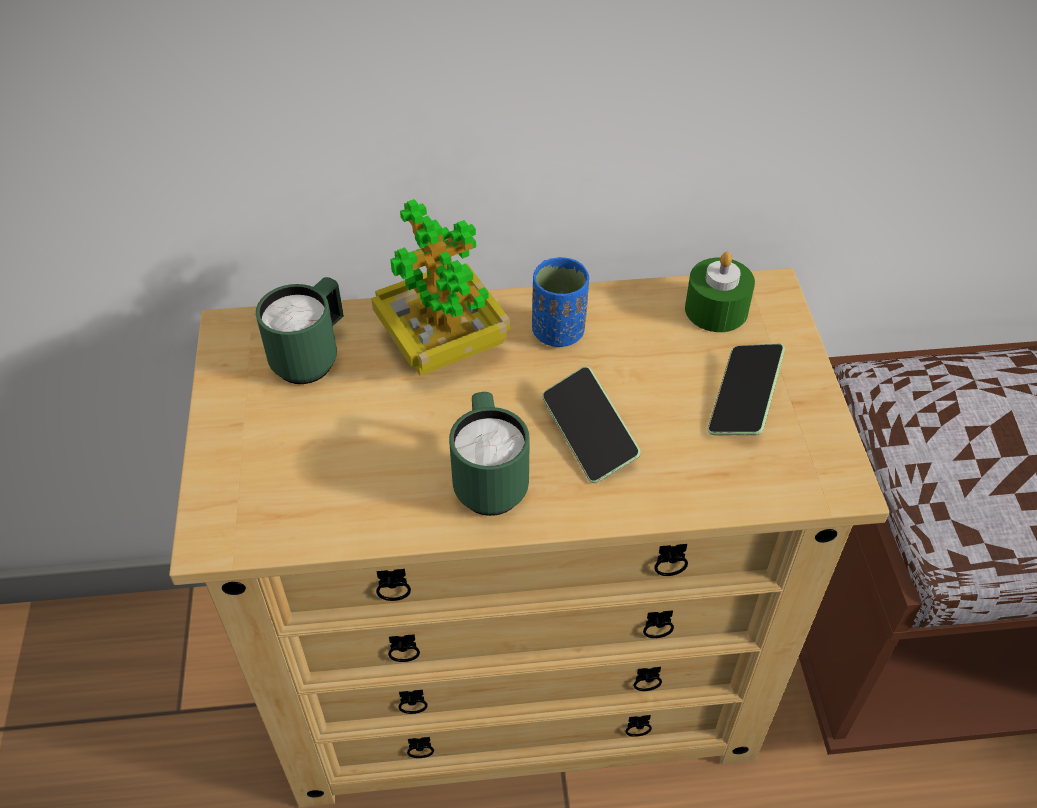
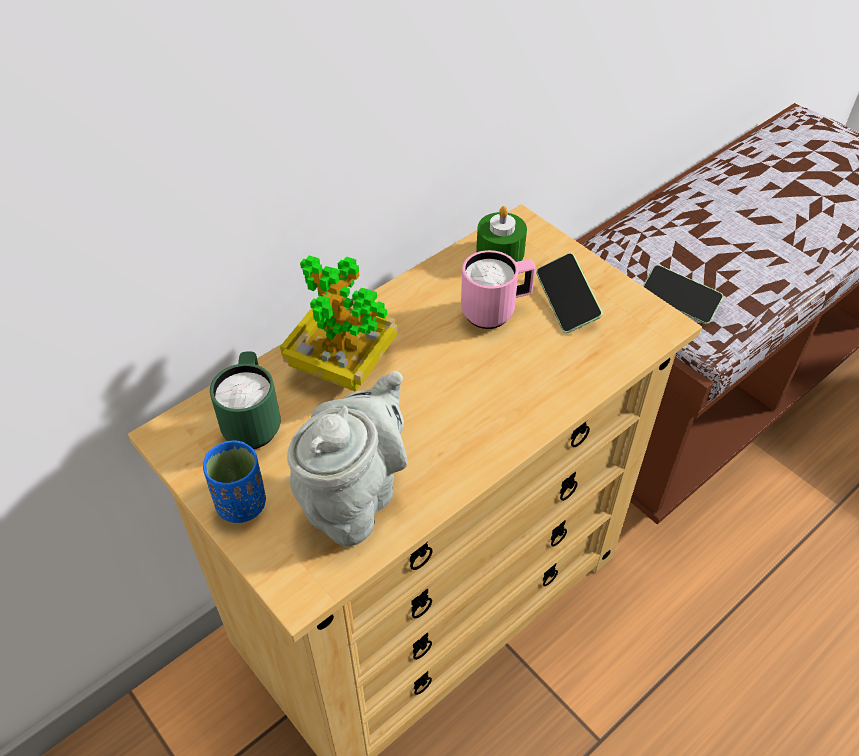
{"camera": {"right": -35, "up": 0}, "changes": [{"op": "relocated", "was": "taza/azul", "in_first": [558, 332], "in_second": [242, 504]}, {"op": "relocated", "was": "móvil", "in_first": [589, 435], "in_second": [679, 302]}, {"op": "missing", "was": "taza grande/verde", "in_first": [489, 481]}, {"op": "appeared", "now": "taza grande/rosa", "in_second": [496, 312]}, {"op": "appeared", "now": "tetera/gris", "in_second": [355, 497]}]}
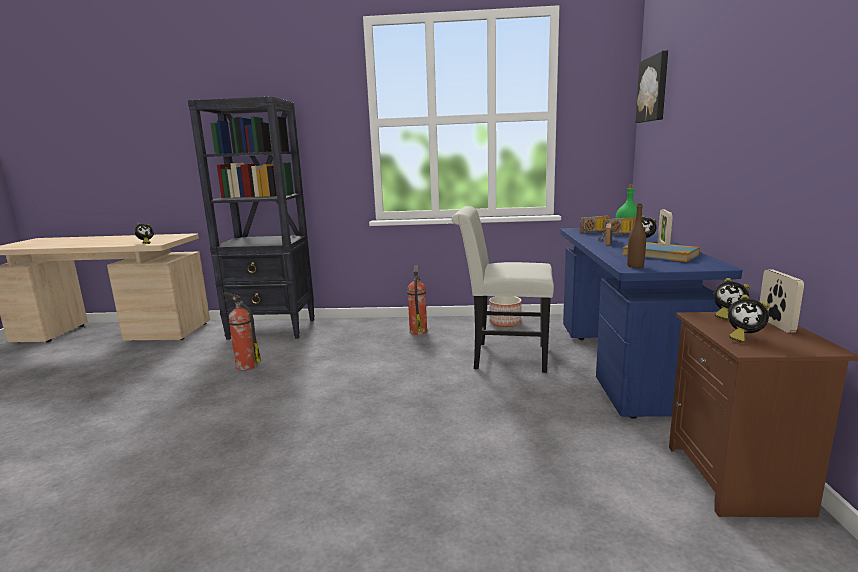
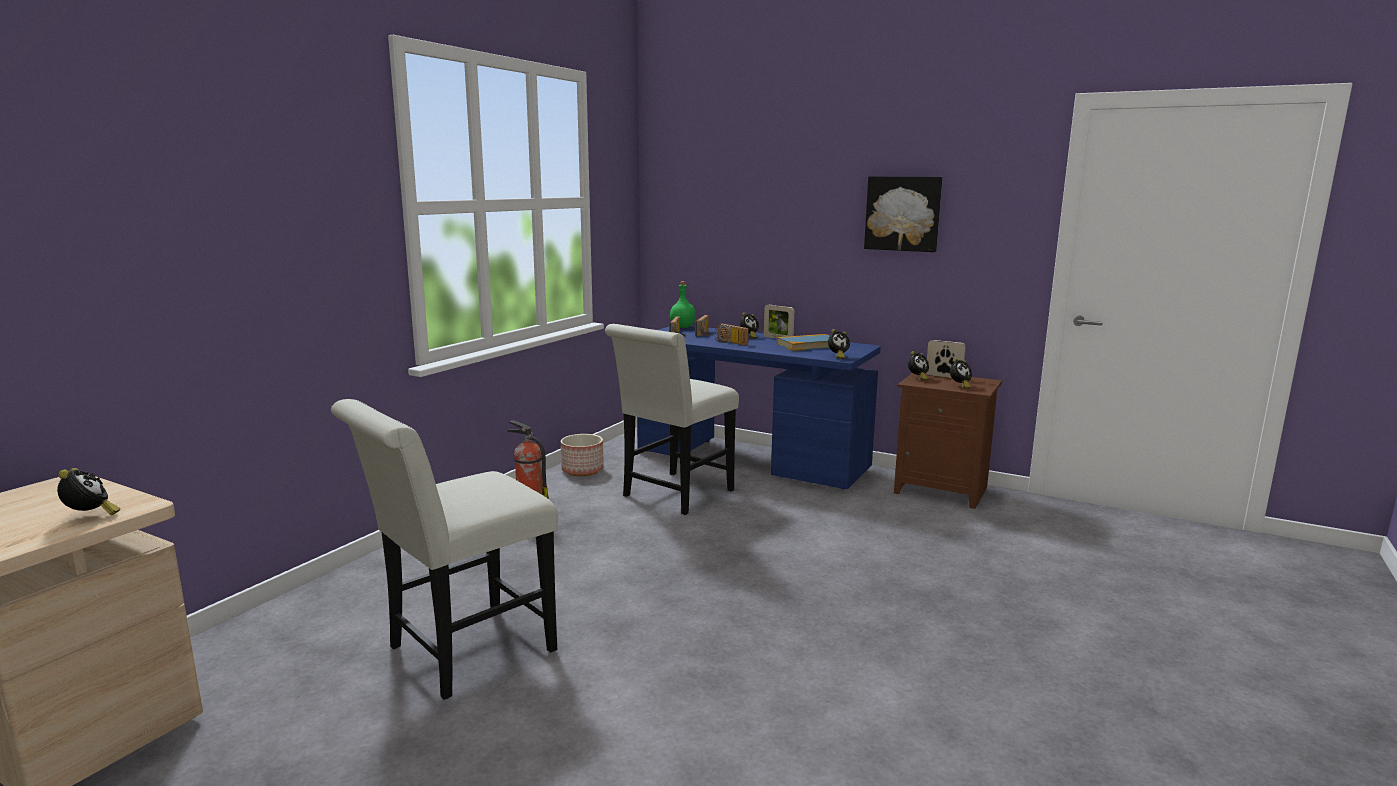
{"camera": {"right": -65, "up": 0}, "changes": [{"op": "relocated", "was": "cuadro", "in_first": [654, 89], "in_second": [903, 213]}, {"op": "missing", "was": "estantería/negro", "in_first": [273, 329]}, {"op": "exchanged", "was": "botella/marrón", "now": "despertador", "in_first": [635, 266], "in_second": [837, 357]}, {"op": "exchanged", "was": "extintor", "now": "silla/blanco", "in_first": [245, 366], "in_second": [461, 653]}]}
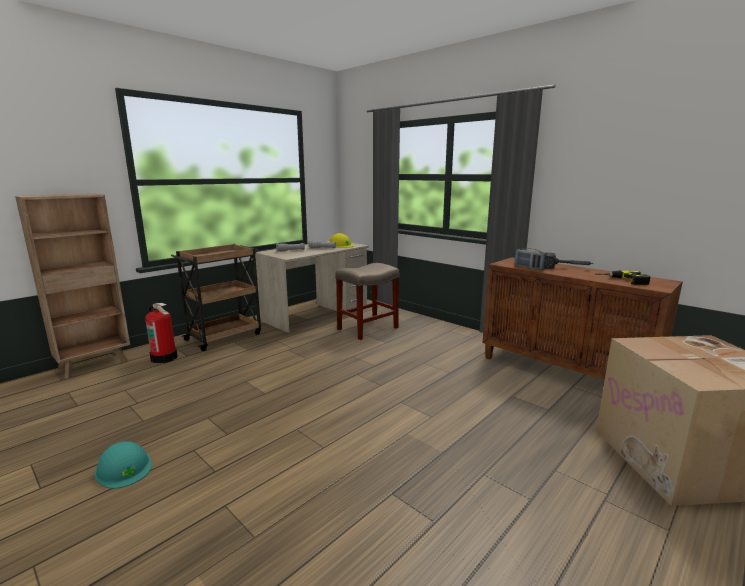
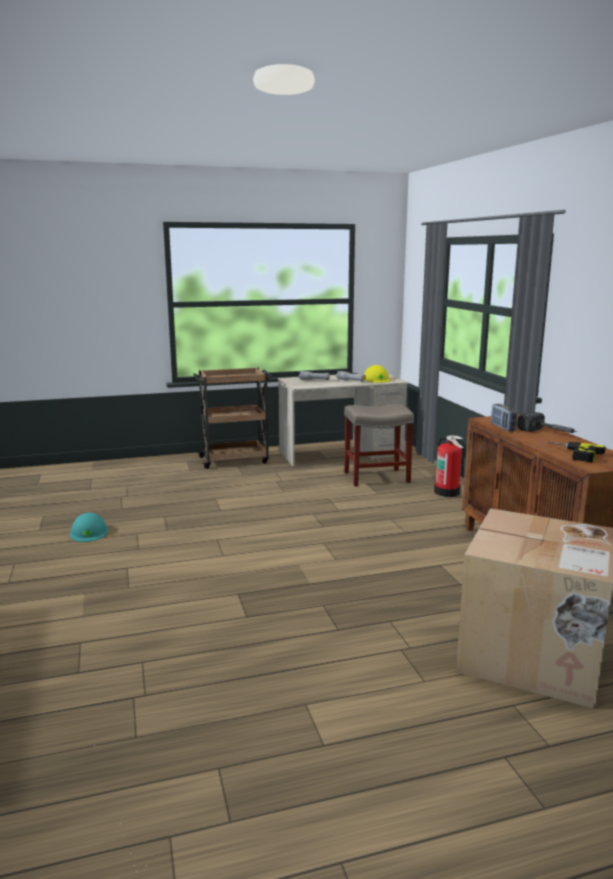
{"camera": {"right": 30, "up": 0}, "changes": [{"op": "missing", "was": "estantería/marrón", "in_first": [95, 364]}, {"op": "relocated", "was": "extintor", "in_first": [164, 358], "in_second": [447, 492]}]}
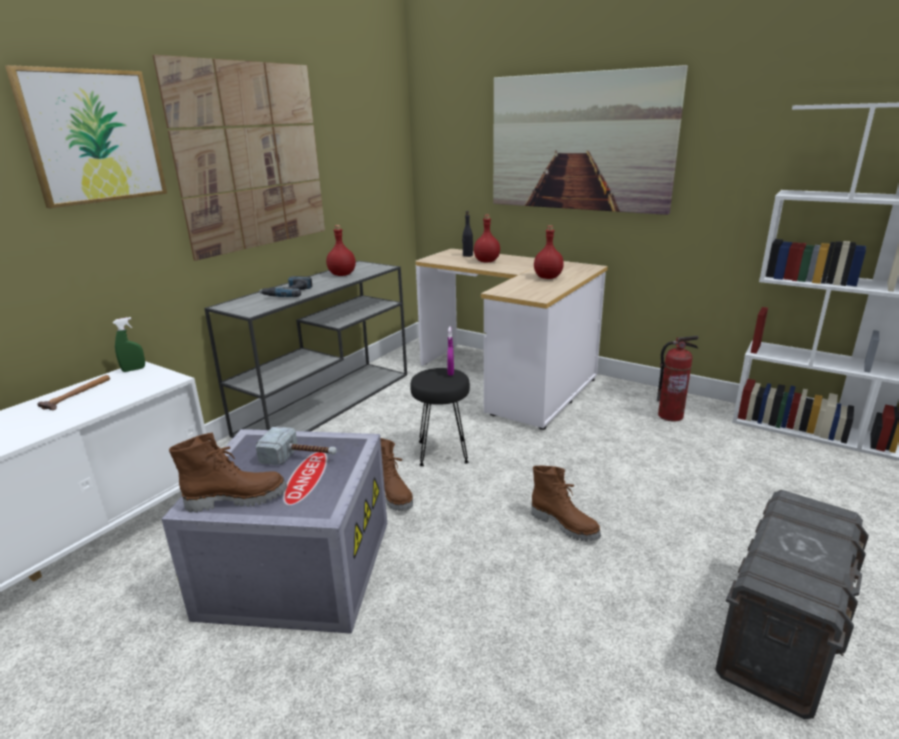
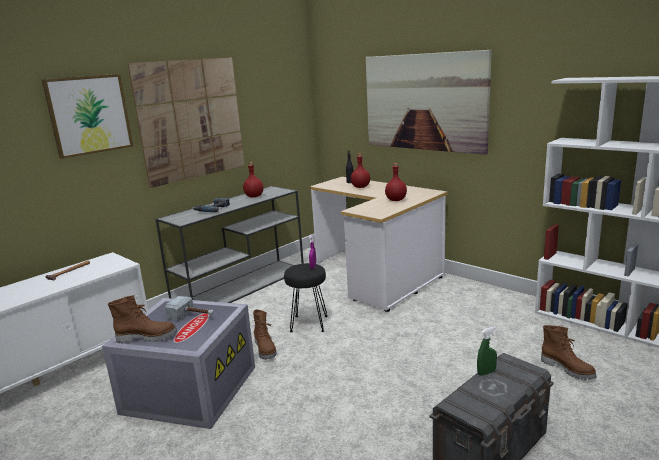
{"camera": {"right": 10, "up": -5}, "changes": [{"op": "relocated", "was": "pulverizador/verde", "in_first": [134, 369], "in_second": [486, 372]}, {"op": "missing", "was": "extintor", "in_first": [670, 415]}, {"op": "relocated", "was": "bota/marrón", "in_first": [565, 524], "in_second": [567, 369]}]}
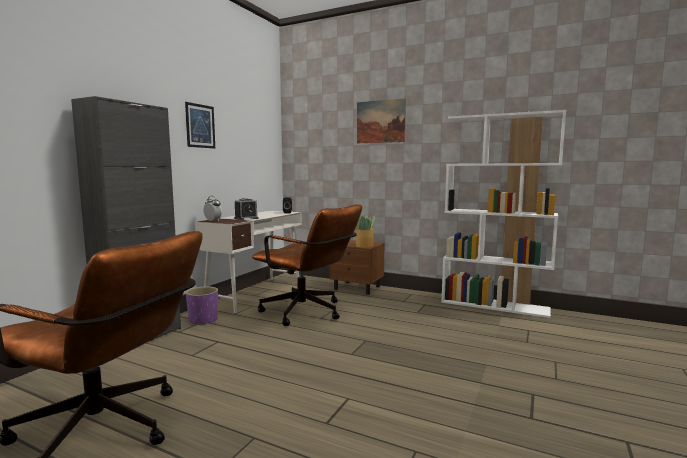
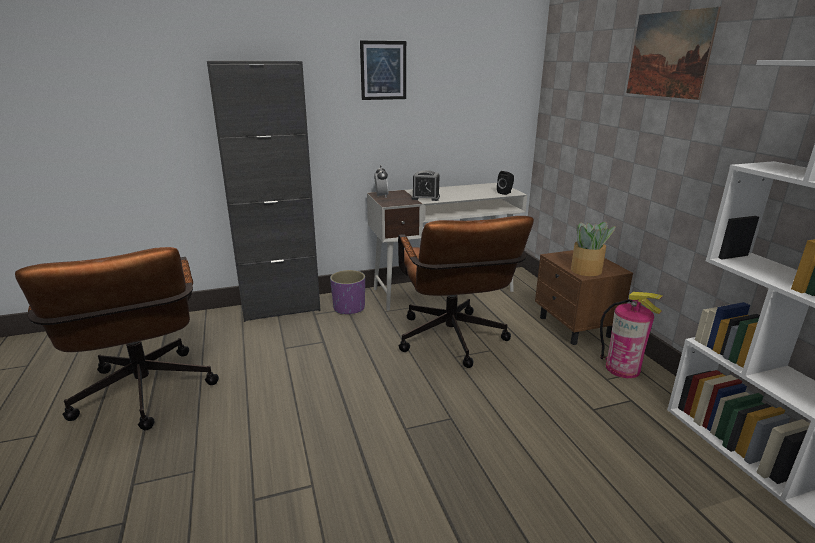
{"camera": {"right": 45, "up": 15}, "changes": [{"op": "appeared", "now": "extintor", "in_second": [622, 368]}]}
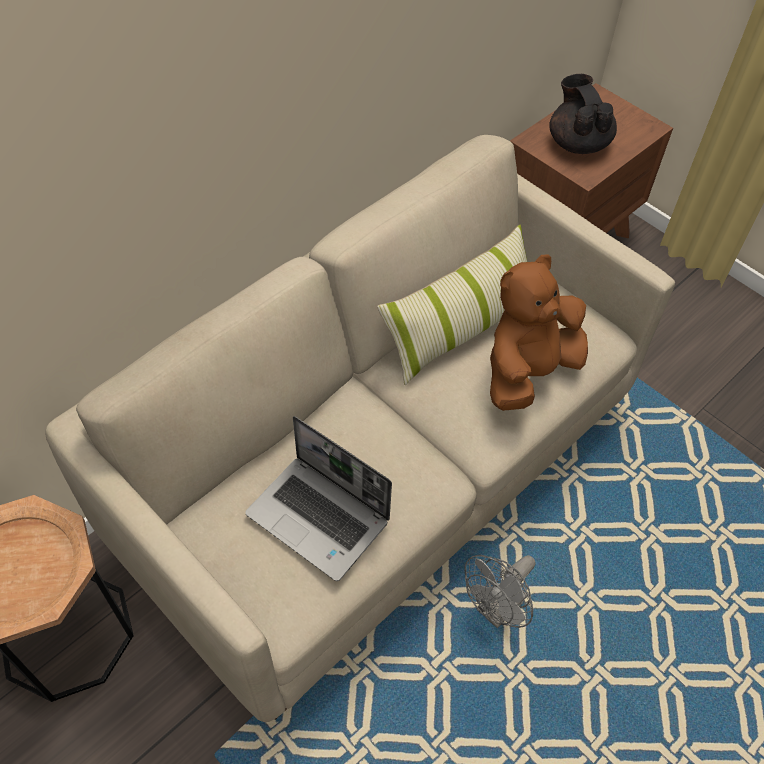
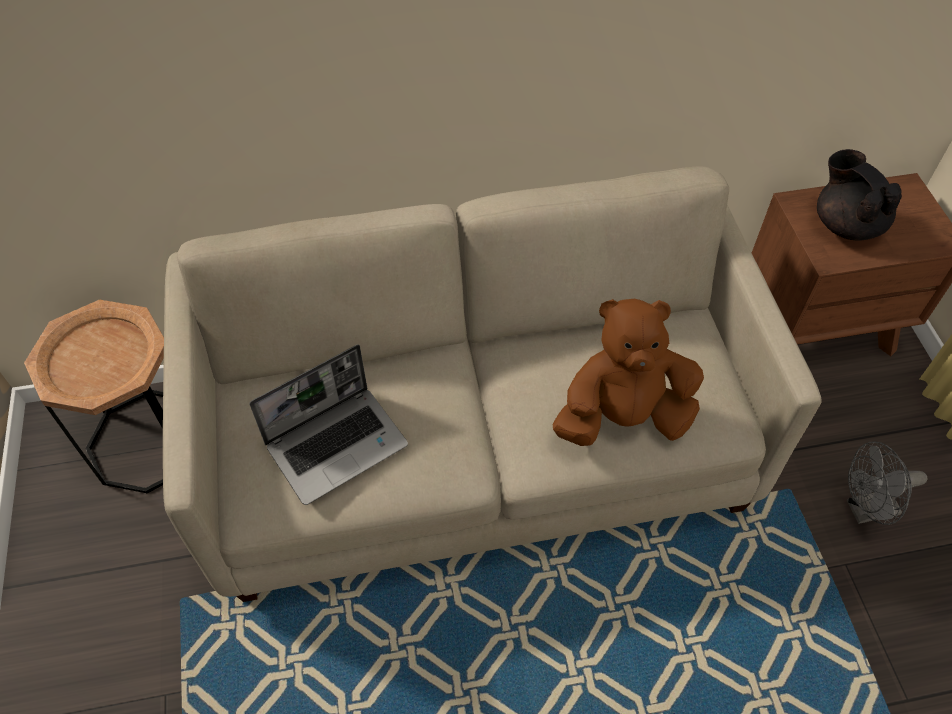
{"camera": {"right": 35, "up": 0}, "changes": [{"op": "spun", "was": "tetera/negro", "in_first": [577, 143], "in_second": [846, 224], "clockwise": -45}, {"op": "missing", "was": "cojín", "in_first": [460, 328]}, {"op": "spun", "was": "portátil", "in_first": [320, 518], "in_second": [337, 444], "clockwise": -105}, {"op": "relocated", "was": "ventilador/gris", "in_first": [496, 610], "in_second": [865, 510]}]}
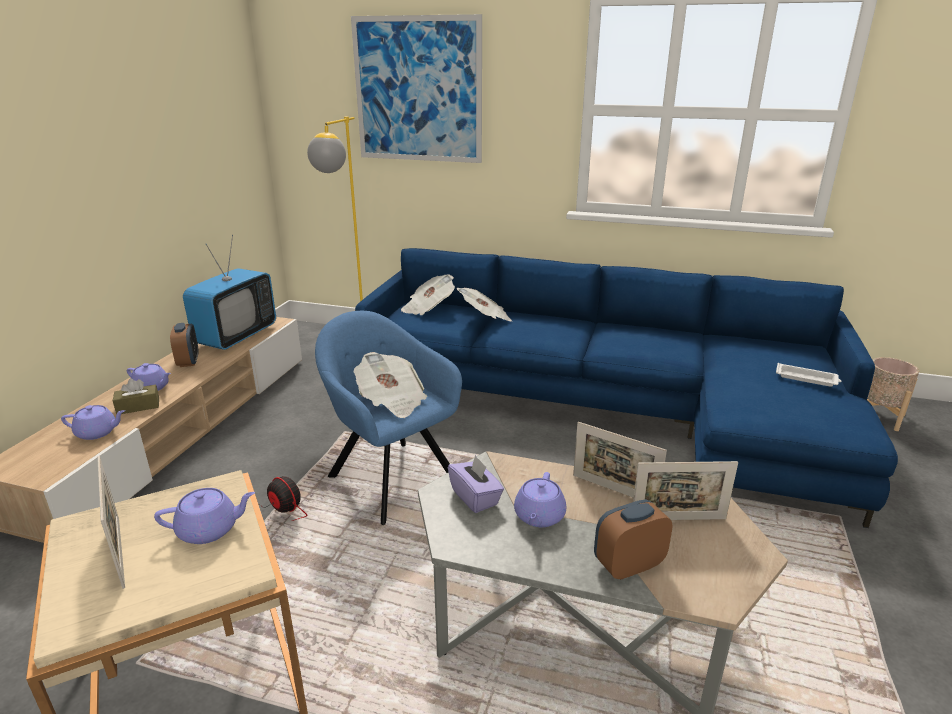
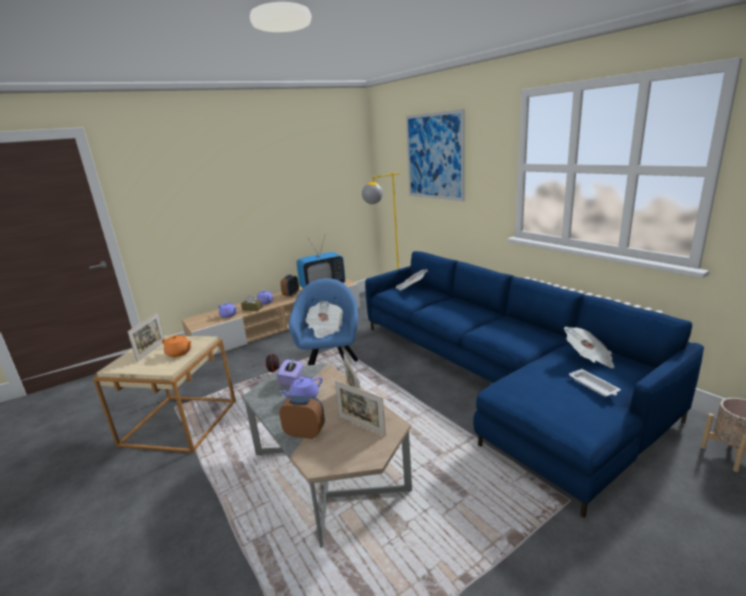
{"camera": {"right": 40, "up": -5}, "changes": [{"op": "relocated", "was": "periódico", "in_first": [485, 318], "in_second": [588, 358]}, {"op": "colour", "was": "tetera/morado", "now": "tetera/naranja", "in_first": [210, 529], "in_second": [179, 353]}]}
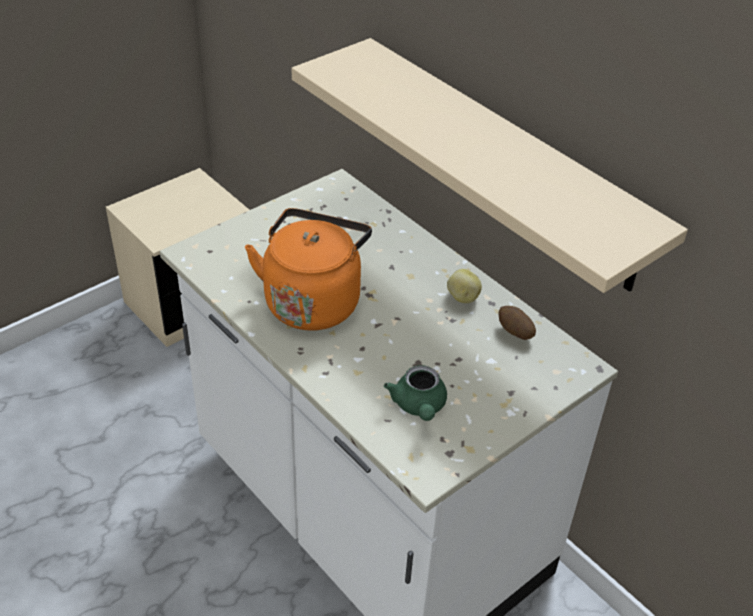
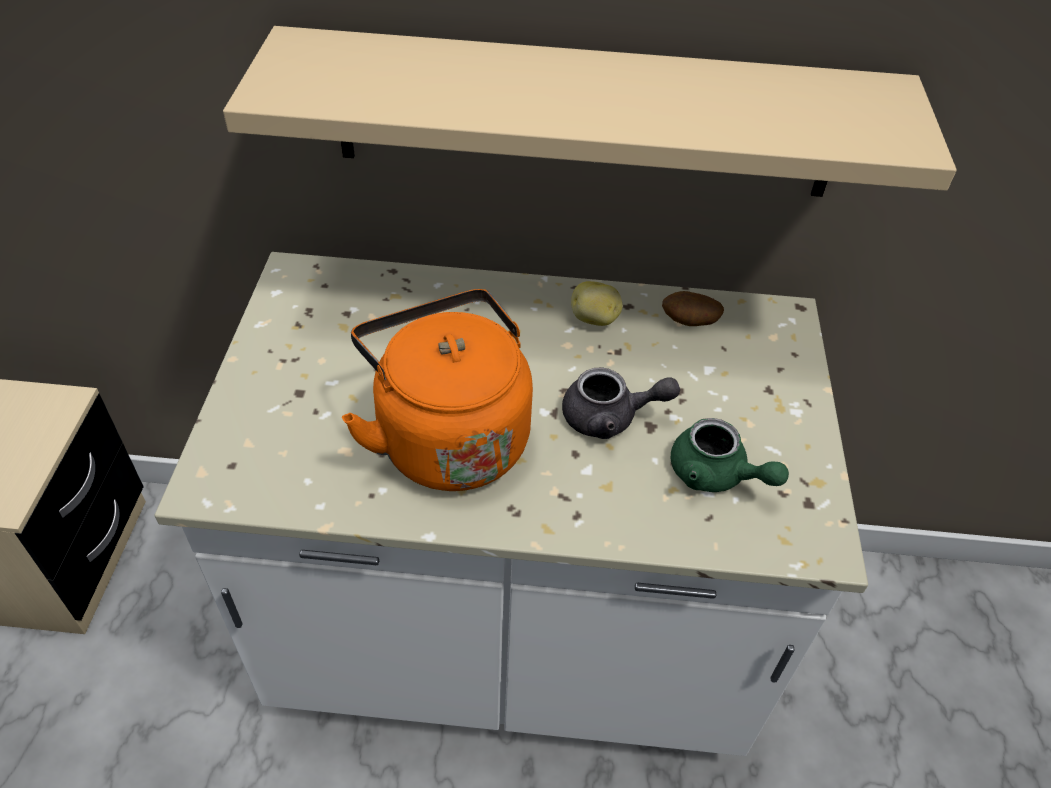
{"camera": {"right": -45, "up": 5}, "changes": [{"op": "appeared", "now": "tetera/gris", "in_second": [610, 417]}]}
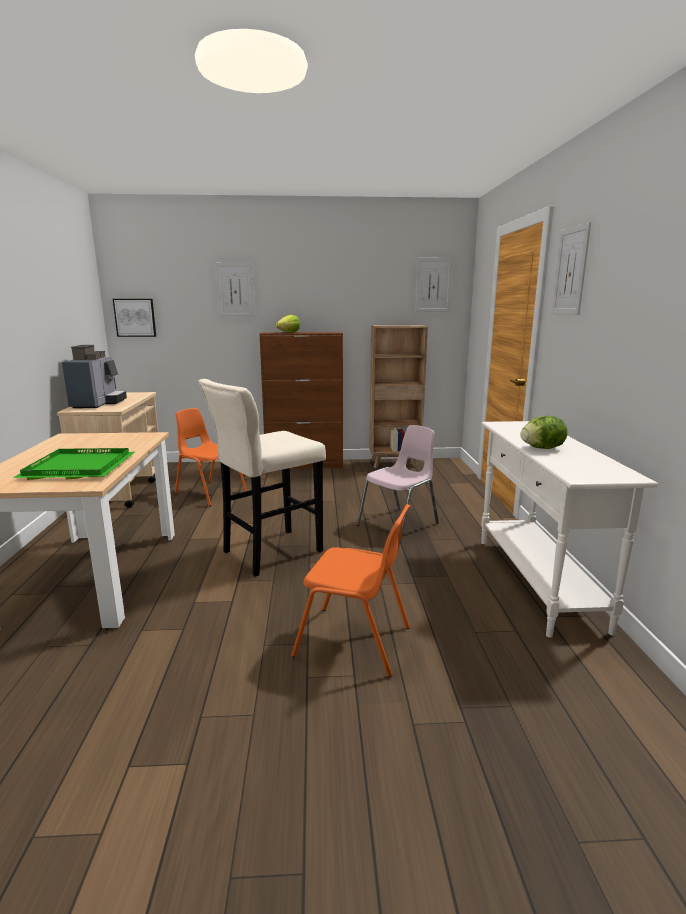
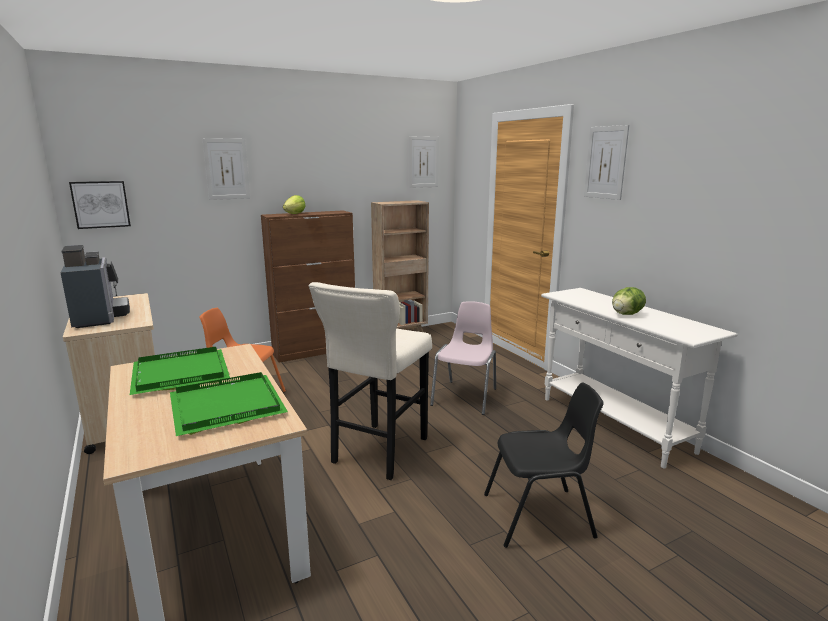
{"camera": {"right": -25, "up": 0}, "changes": [{"op": "colour", "was": "silla/naranja", "now": "silla/negro", "in_first": [355, 641], "in_second": [539, 516]}, {"op": "appeared", "now": "bandeja/verde", "in_second": [178, 373]}]}
